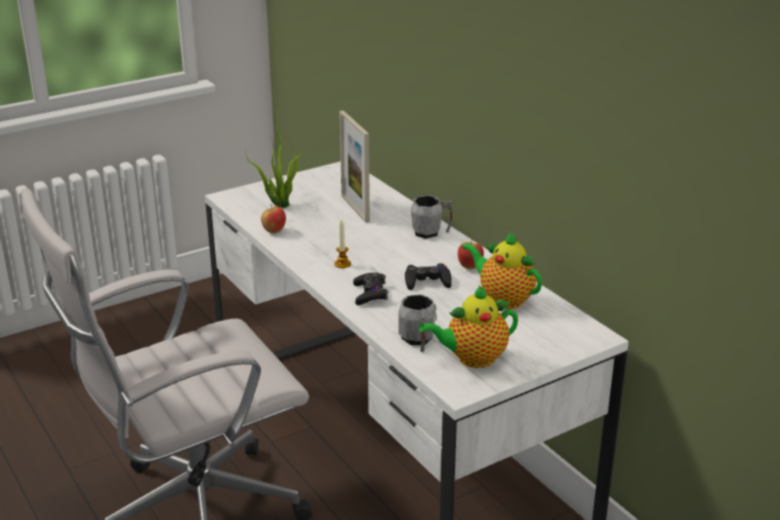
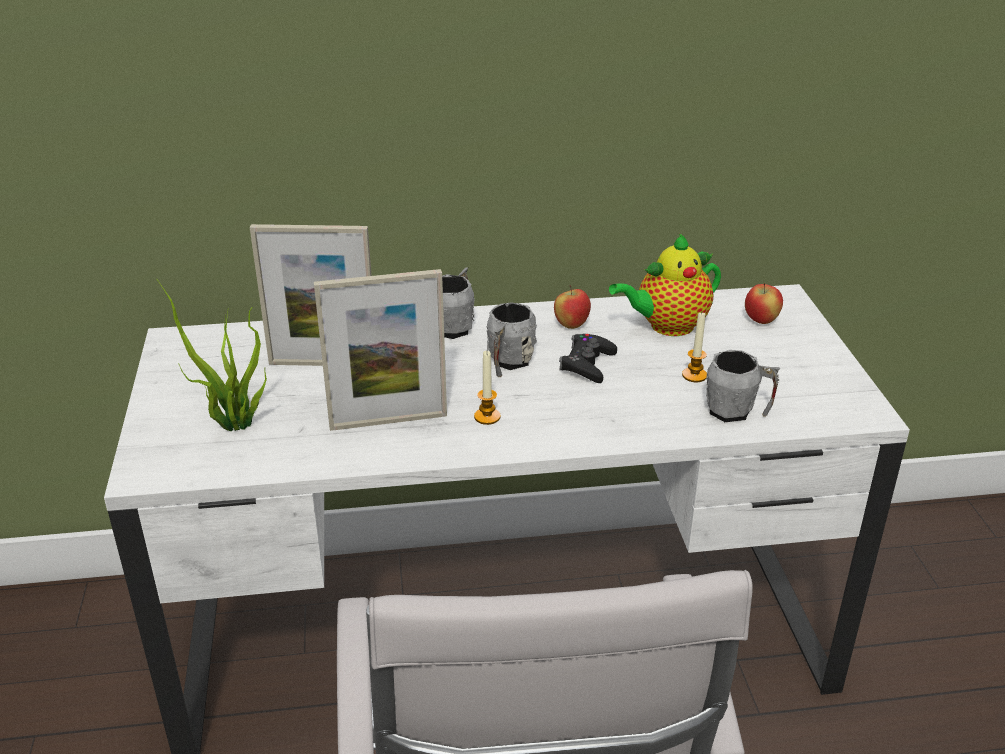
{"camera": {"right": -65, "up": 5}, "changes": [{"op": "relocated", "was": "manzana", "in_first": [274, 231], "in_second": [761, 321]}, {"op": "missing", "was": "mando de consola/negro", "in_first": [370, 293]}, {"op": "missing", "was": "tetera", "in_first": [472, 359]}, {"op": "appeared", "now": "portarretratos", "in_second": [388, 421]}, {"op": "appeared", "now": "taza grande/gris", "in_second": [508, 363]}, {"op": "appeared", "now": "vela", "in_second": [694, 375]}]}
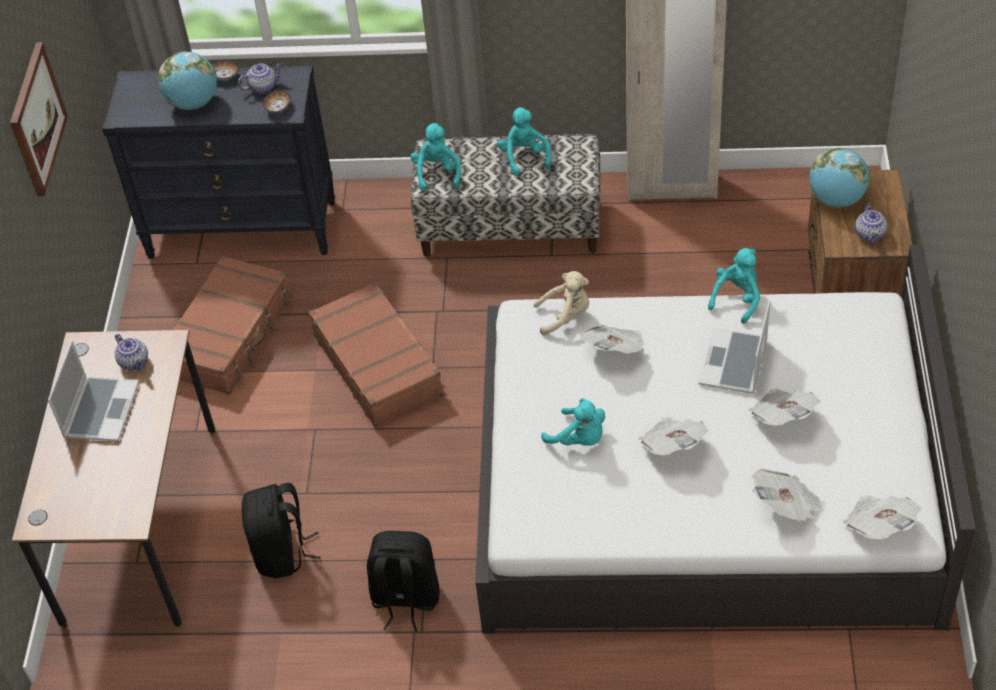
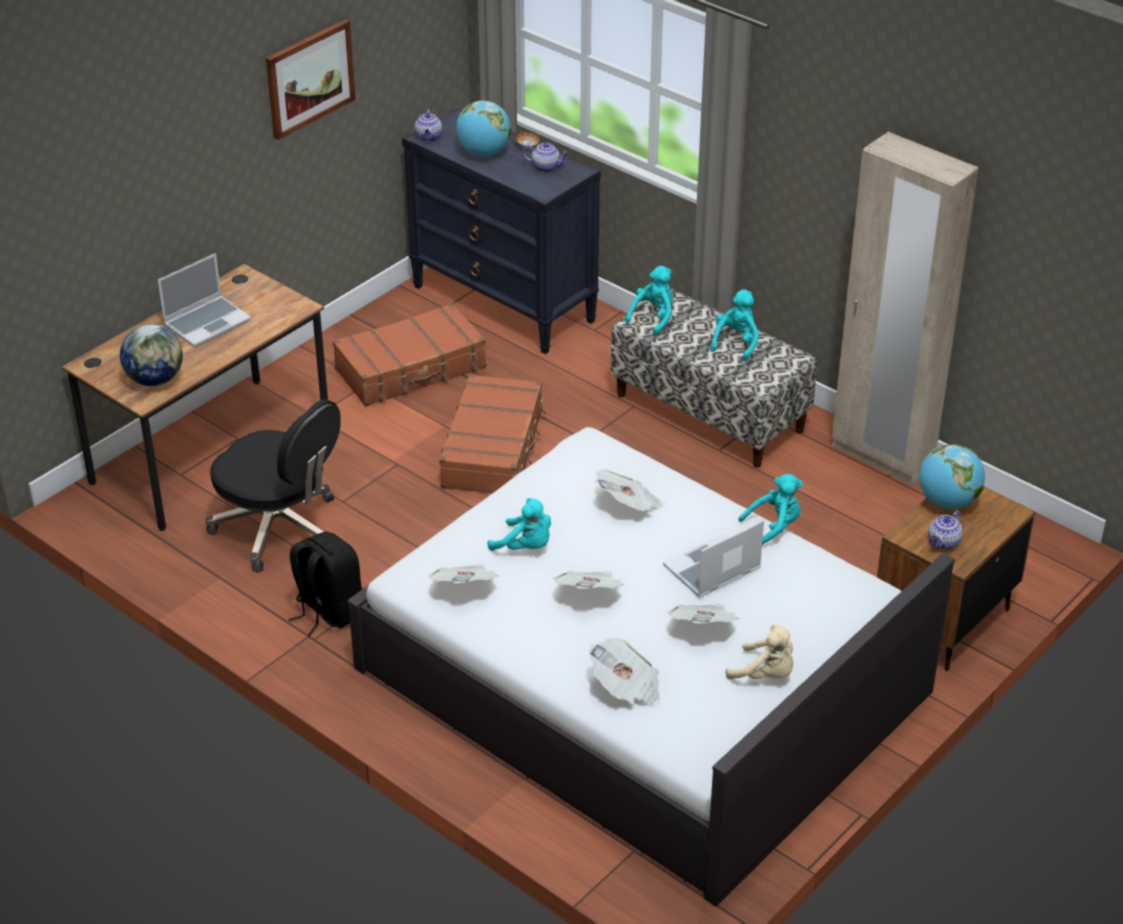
{"camera": {"right": 35, "up": -10}, "changes": [{"op": "missing", "was": "cuenco", "in_first": [279, 107]}, {"op": "relocated", "was": "peluche/beis", "in_first": [565, 316], "in_second": [765, 675]}, {"op": "relocated", "was": "tetera", "in_first": [135, 362], "in_second": [429, 137]}, {"op": "spun", "was": "peluche/turquesa", "in_first": [579, 439], "in_second": [525, 547], "clockwise": -45}, {"op": "exchanged", "was": "mochila/negro", "now": "silla de oficina/negro", "in_first": [282, 553], "in_second": [280, 529]}, {"op": "relocated", "was": "periódico", "in_first": [879, 525], "in_second": [465, 587]}, {"op": "appeared", "now": "globo terráqueo", "in_second": [155, 380]}]}
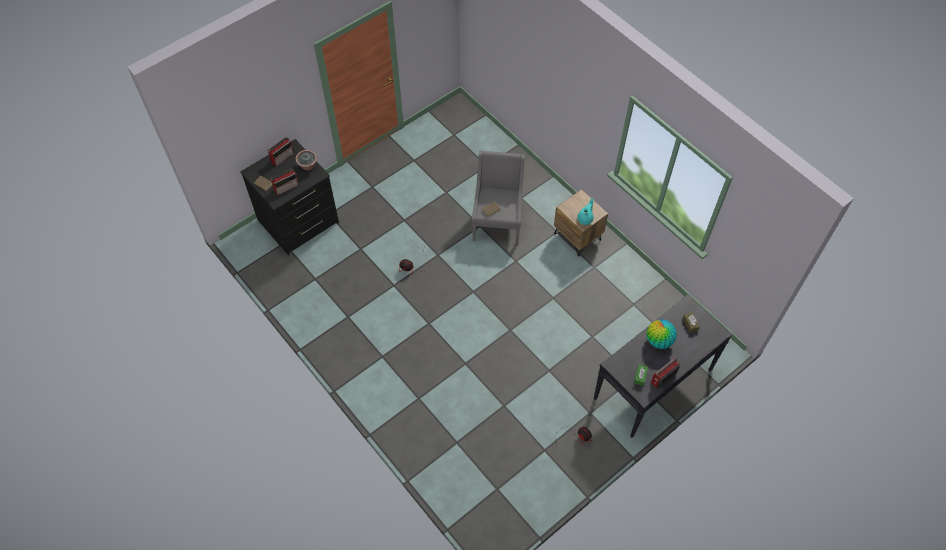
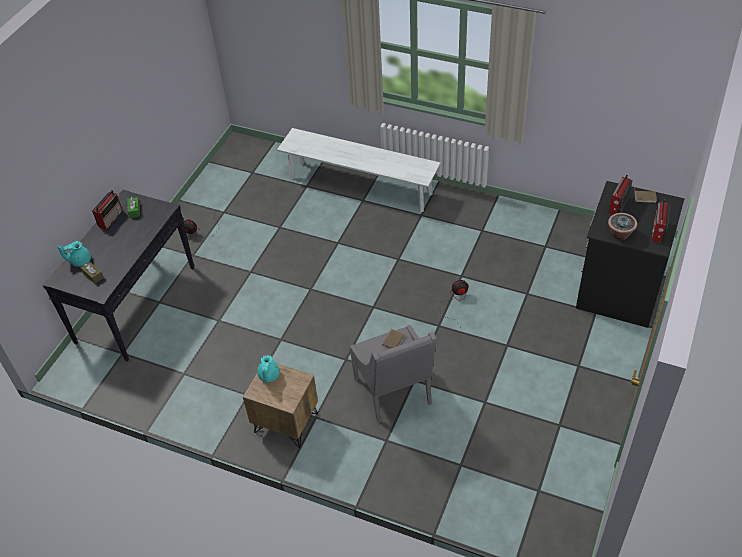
{"camera": {"right": 155, "up": -10}, "changes": [{"op": "missing", "was": "globo terráqueo", "in_first": [658, 341]}, {"op": "appeared", "now": "banco/blanco", "in_second": [360, 186]}, {"op": "appeared", "now": "tetera/turquesa", "in_second": [80, 261]}]}
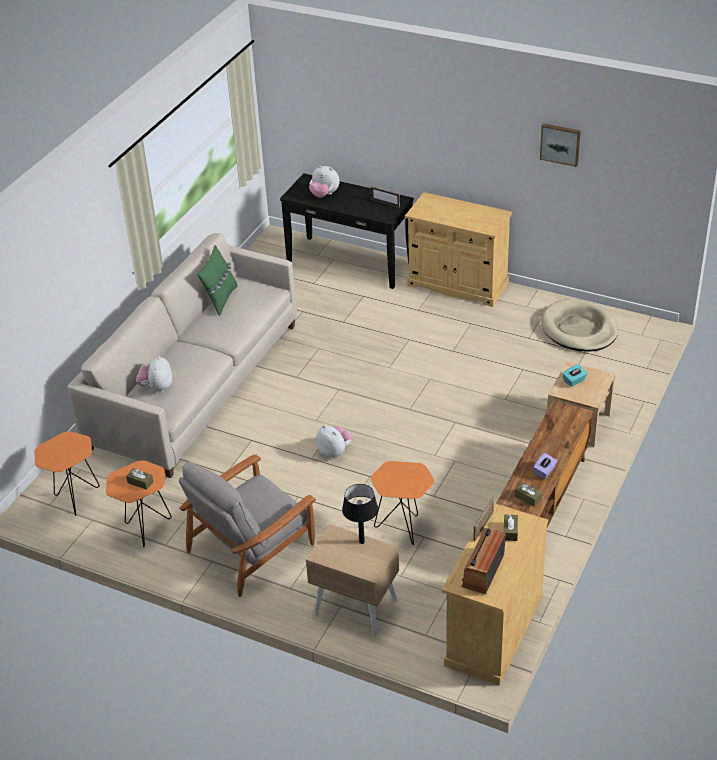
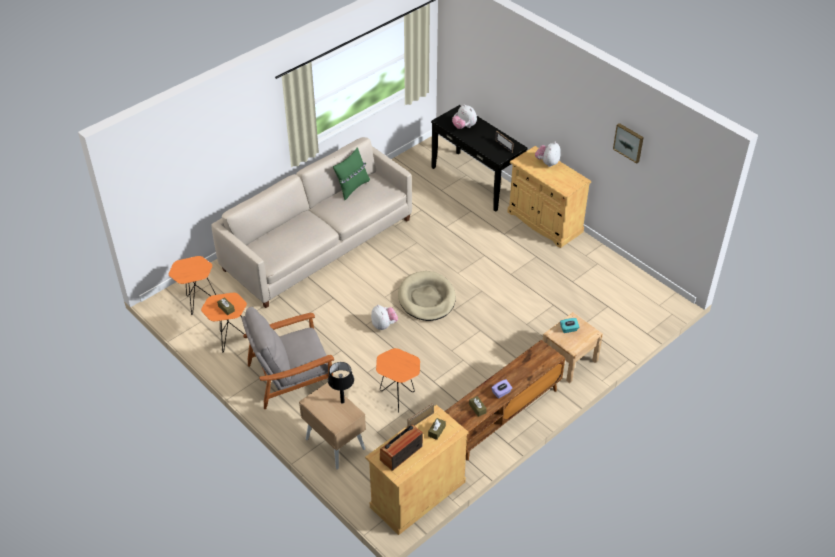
{"camera": {"right": 20, "up": 5}, "changes": [{"op": "relocated", "was": "cama para perro/beis", "in_first": [578, 329], "in_second": [426, 298]}, {"op": "relocated", "was": "peluche", "in_first": [157, 387], "in_second": [547, 163]}]}
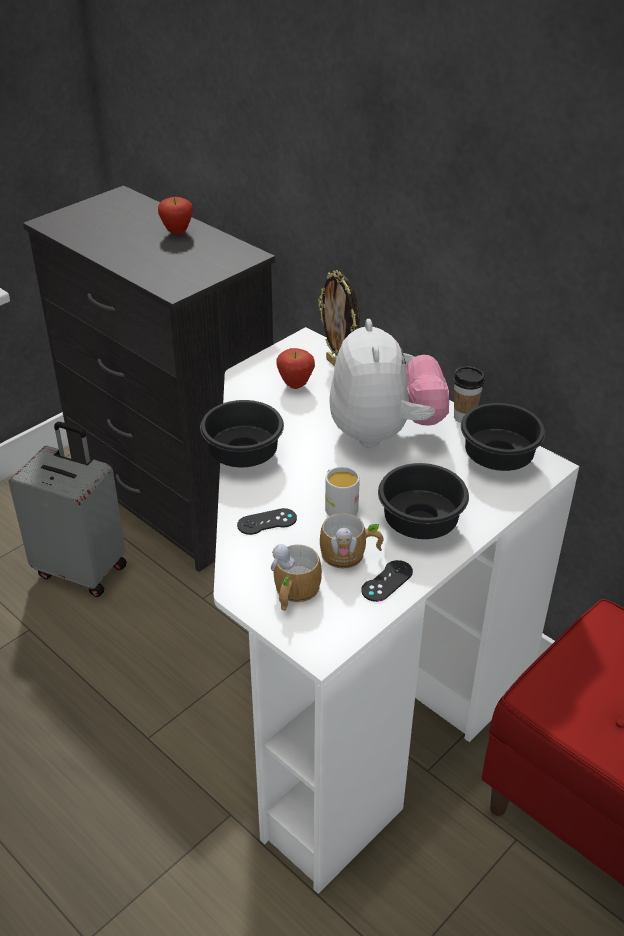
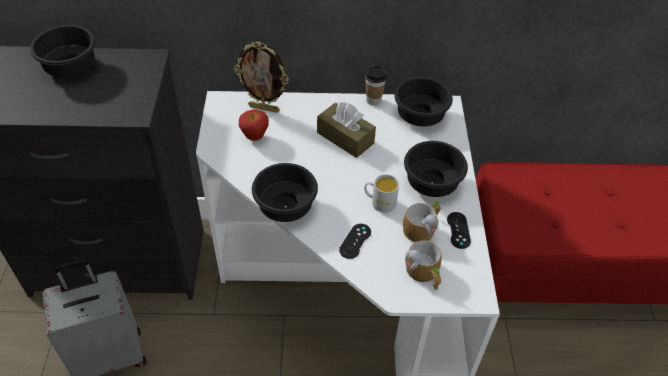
{"camera": {"right": -45, "up": 10}, "changes": [{"op": "exchanged", "was": "manzana", "now": "cuenco/negro", "in_first": [177, 232], "in_second": [70, 66]}, {"op": "exchanged", "was": "peluche", "now": "caja de pañuelos/marrón", "in_first": [384, 433], "in_second": [345, 138]}]}
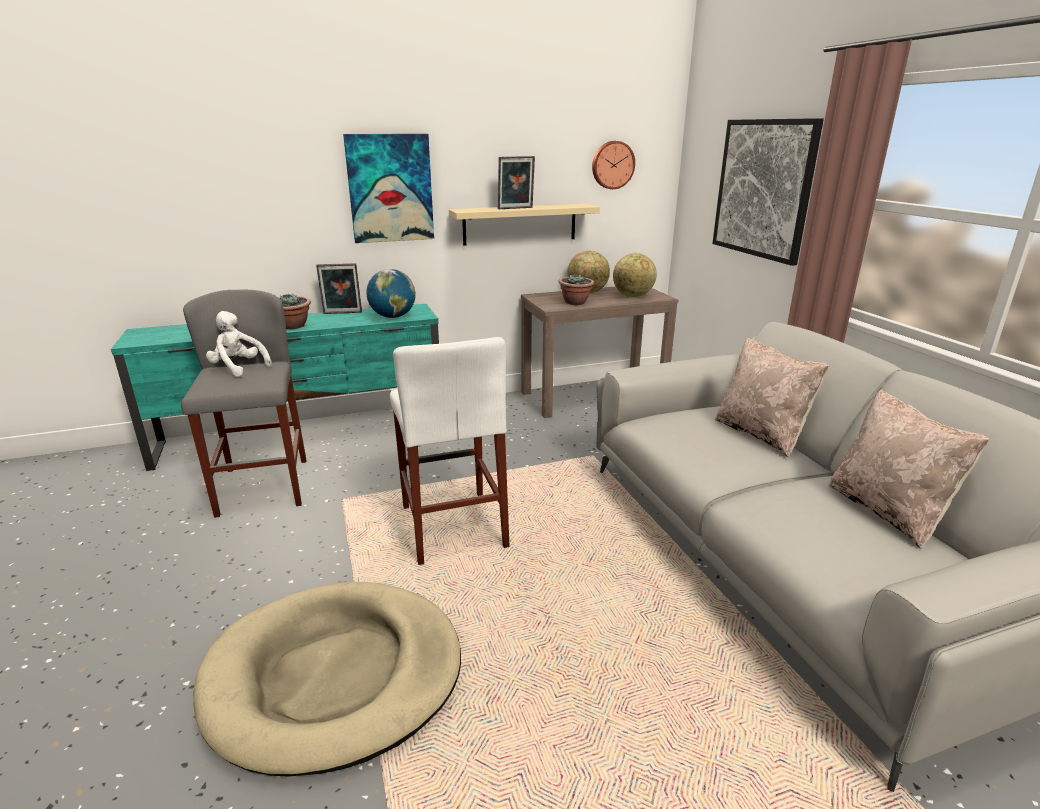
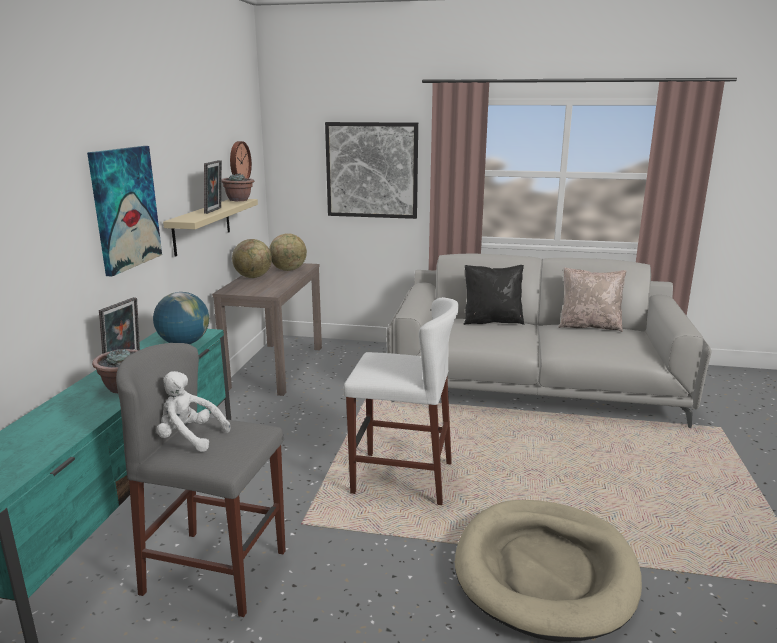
{"camera": {"right": -60, "up": -5}, "changes": [{"op": "relocated", "was": "planta en maceta", "in_first": [575, 302], "in_second": [239, 200]}, {"op": "spun", "was": "peluche/blanco", "in_first": [238, 368], "in_second": [189, 438], "clockwise": 45}, {"op": "colour", "was": "cojín/beis", "now": "cojín/negro", "in_first": [761, 434], "in_second": [492, 321]}]}
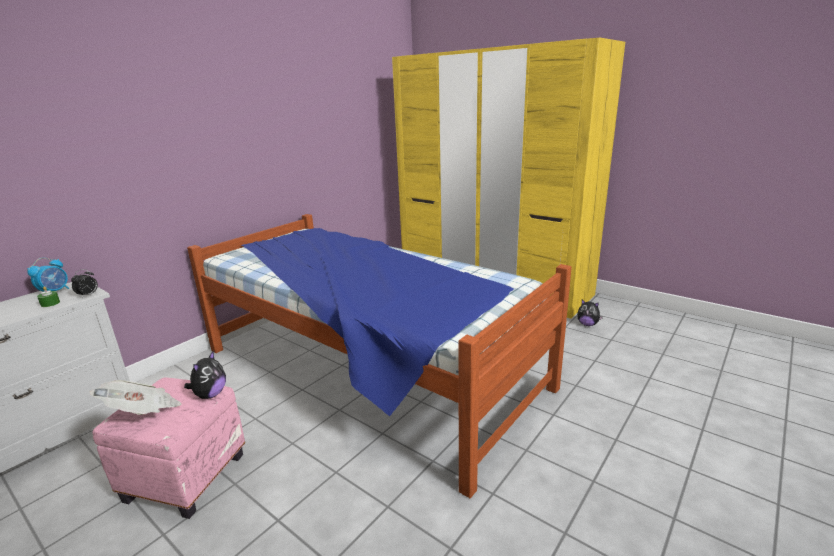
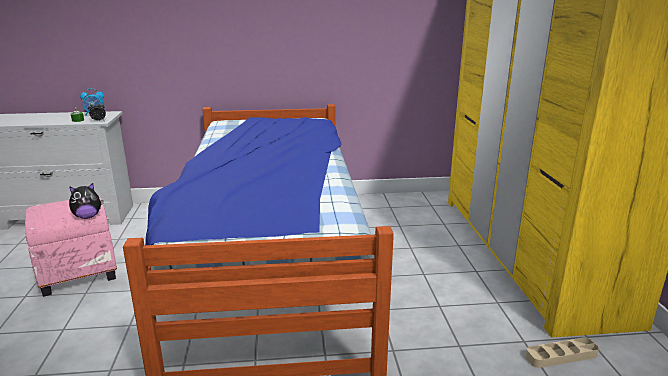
{"camera": {"right": 45, "up": 0}, "changes": [{"op": "exchanged", "was": "peluche", "now": "bandeja/beis", "in_first": [587, 324], "in_second": [561, 356]}, {"op": "missing", "was": "periódico", "in_first": [143, 412]}]}
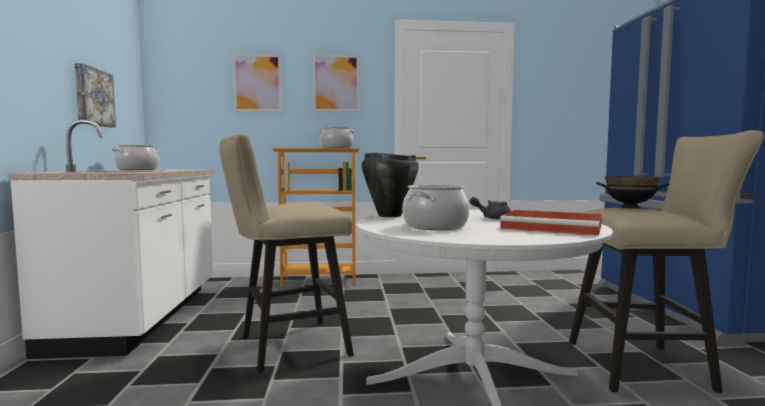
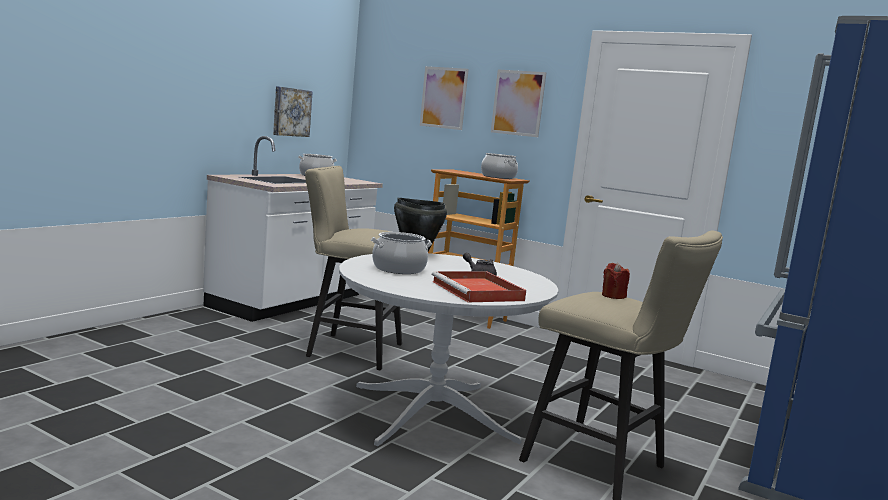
{"camera": {"right": 35, "up": 5}, "changes": [{"op": "exchanged", "was": "cuenco/negro", "now": "vela/rojo", "in_first": [630, 207], "in_second": [613, 296]}]}
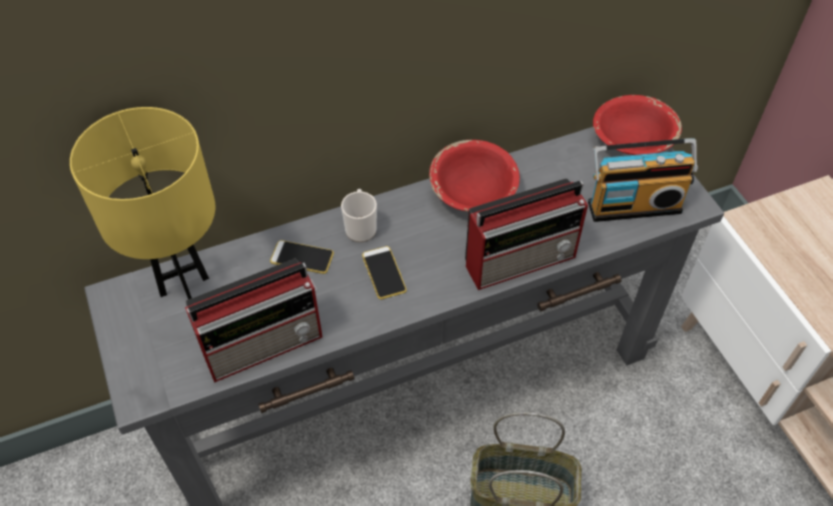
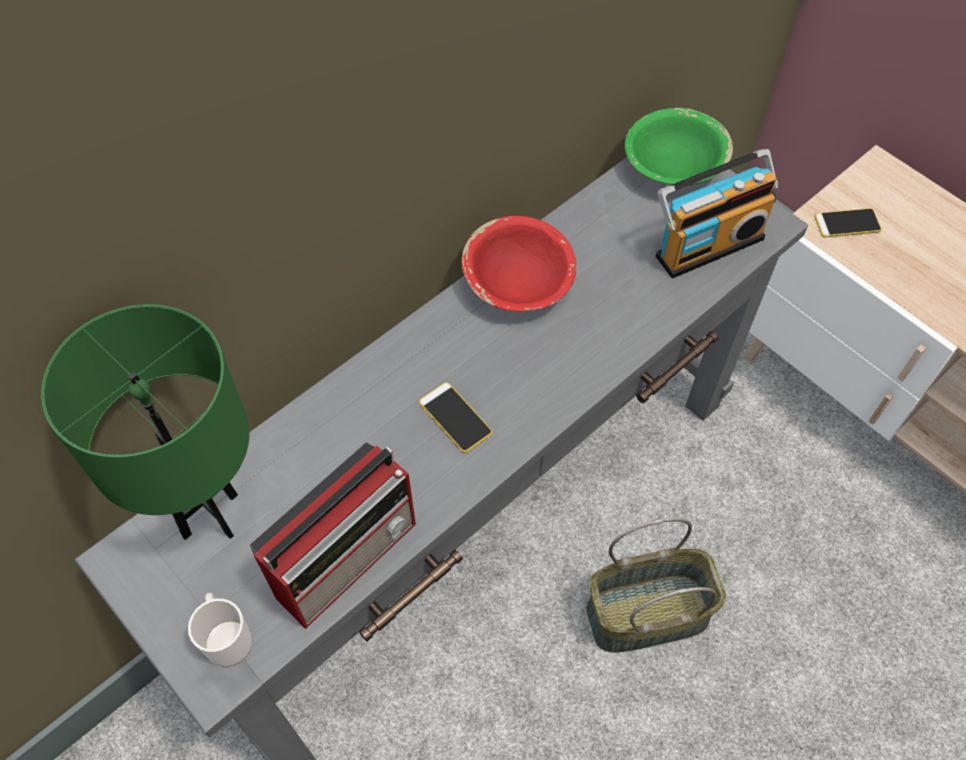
{"camera": {"right": -20, "up": 5}, "changes": [{"op": "colour", "was": "cuenco/rojo", "now": "cuenco/verde", "in_first": [632, 141], "in_second": [673, 167]}, {"op": "colour", "was": "lámpara de mesa/amarillo", "now": "lámpara de mesa/verde", "in_first": [185, 286], "in_second": [211, 515]}, {"op": "missing", "was": "radio", "in_first": [522, 259]}, {"op": "relocated", "was": "taza grande", "in_first": [360, 227], "in_second": [227, 638]}, {"op": "relocated", "was": "móvil", "in_first": [302, 257], "in_second": [847, 223]}]}
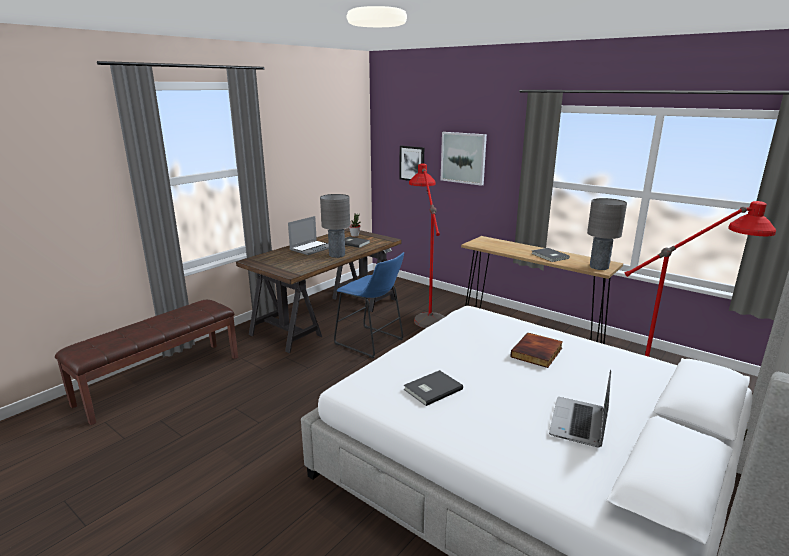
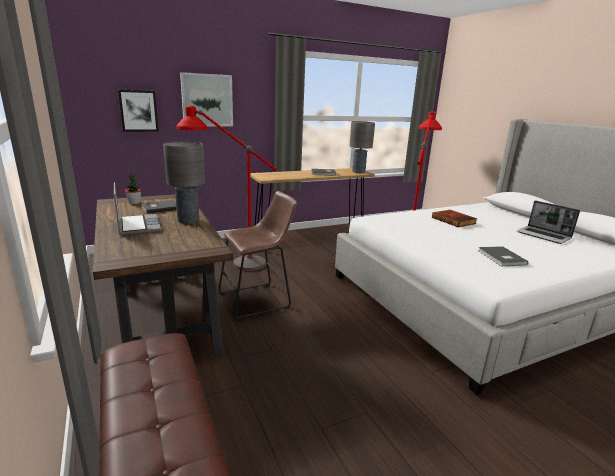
{"camera": {"right": -65, "up": 0}, "changes": [{"op": "colour", "was": "taburete/azul", "now": "taburete/marrón", "in_first": [371, 343], "in_second": [258, 300]}]}
